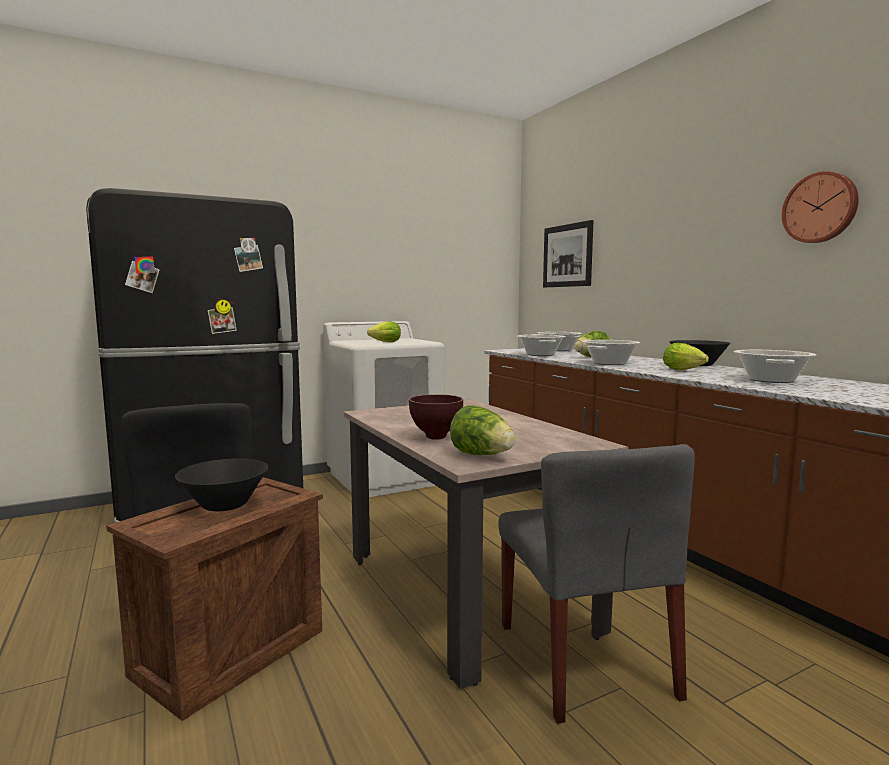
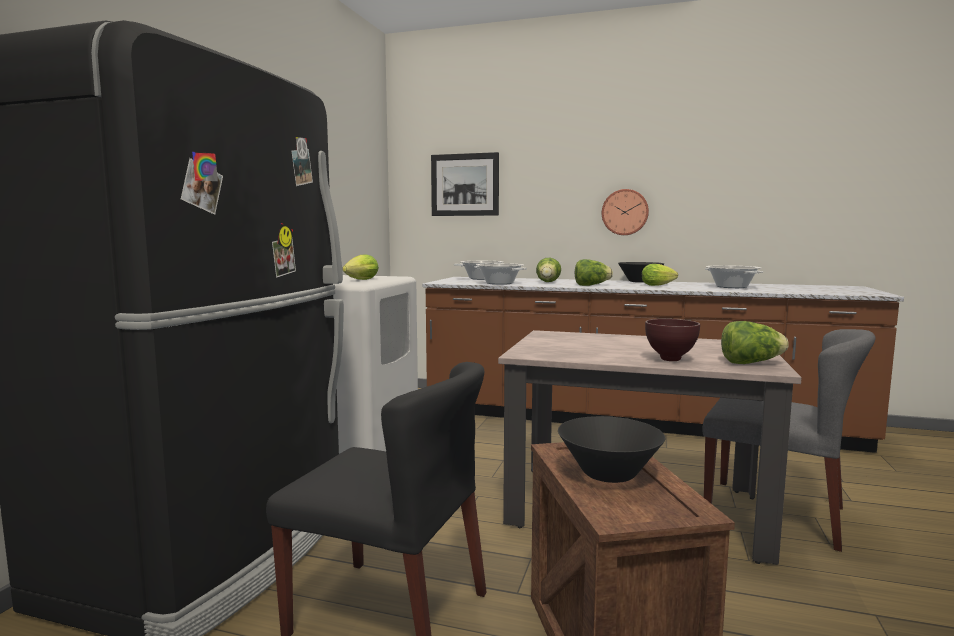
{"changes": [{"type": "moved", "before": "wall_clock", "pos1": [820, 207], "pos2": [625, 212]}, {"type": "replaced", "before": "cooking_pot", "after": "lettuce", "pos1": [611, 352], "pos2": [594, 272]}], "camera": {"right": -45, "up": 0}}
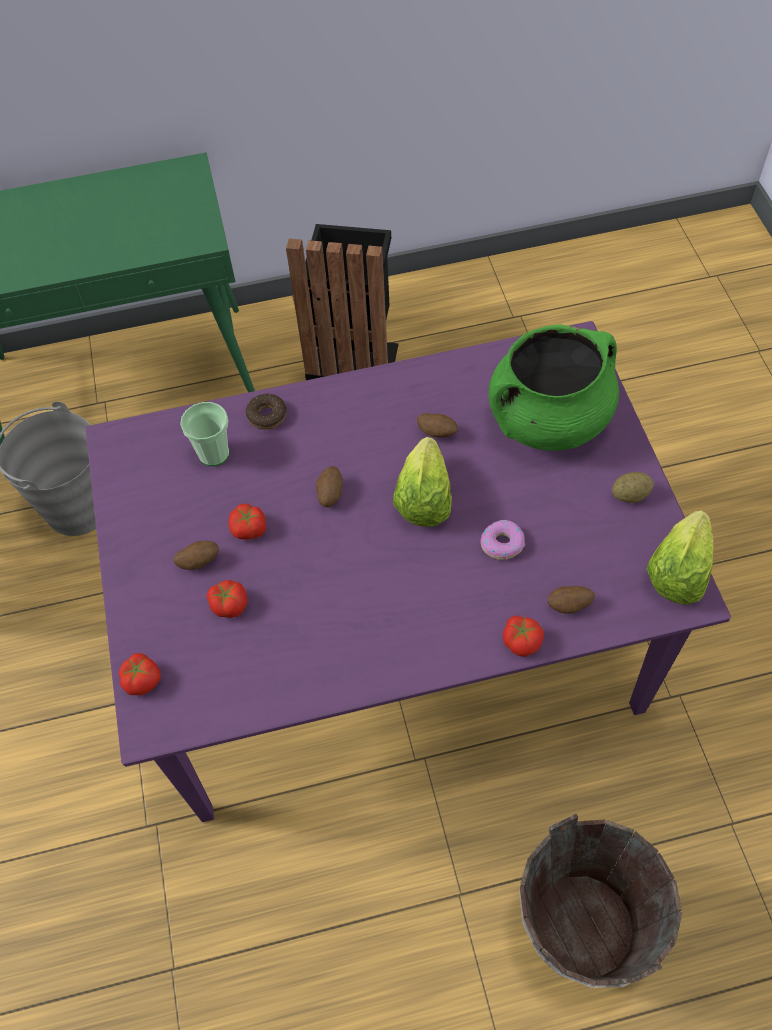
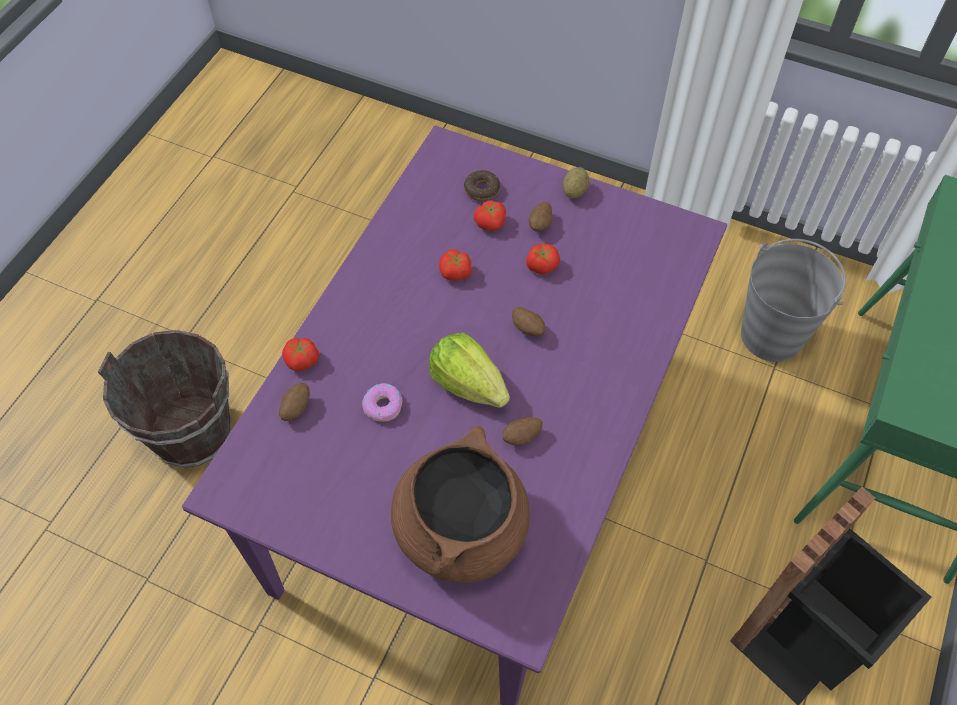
{"changes": [{"type": "removed", "before": "cup", "pos1": [204, 434]}, {"type": "removed", "before": "lettuce", "pos1": [680, 557]}, {"type": "moved", "before": "tomato", "pos1": [140, 674], "pos2": [455, 265]}, {"type": "moved", "before": "donut", "pos1": [266, 411], "pos2": [482, 185]}, {"type": "moved", "before": "potato", "pos1": [633, 487], "pos2": [576, 182]}, {"type": "recoloured", "before": "green_cooking_pot", "after": "brown_cooking_pot", "pos1": [554, 387], "pos2": [460, 504]}], "camera": {"right": 125, "up": 0}}
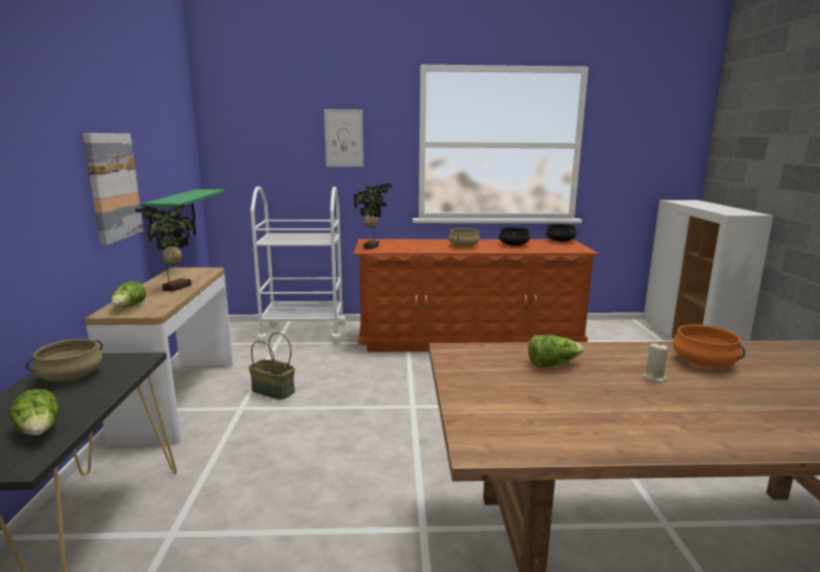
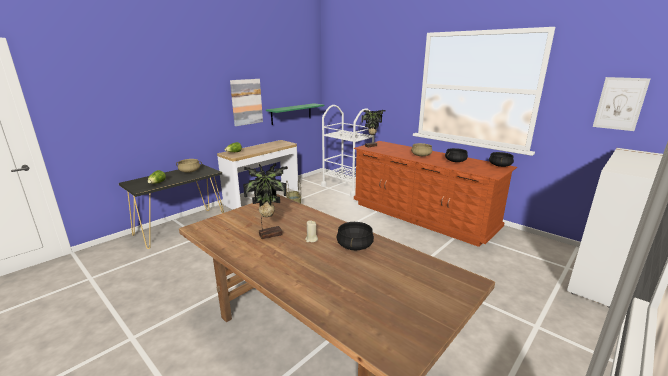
{"changes": [{"type": "removed", "before": "lettuce", "pos1": [556, 351]}, {"type": "moved", "before": "potted_plant", "pos1": [166, 248], "pos2": [265, 201]}, {"type": "moved", "before": "picture", "pos1": [344, 138], "pos2": [622, 104]}, {"type": "recoloured", "before": "orange_cooking_pot", "after": "black_cooking_pot", "pos1": [709, 346], "pos2": [355, 236]}], "camera": {"right": 45, "up": 5}}
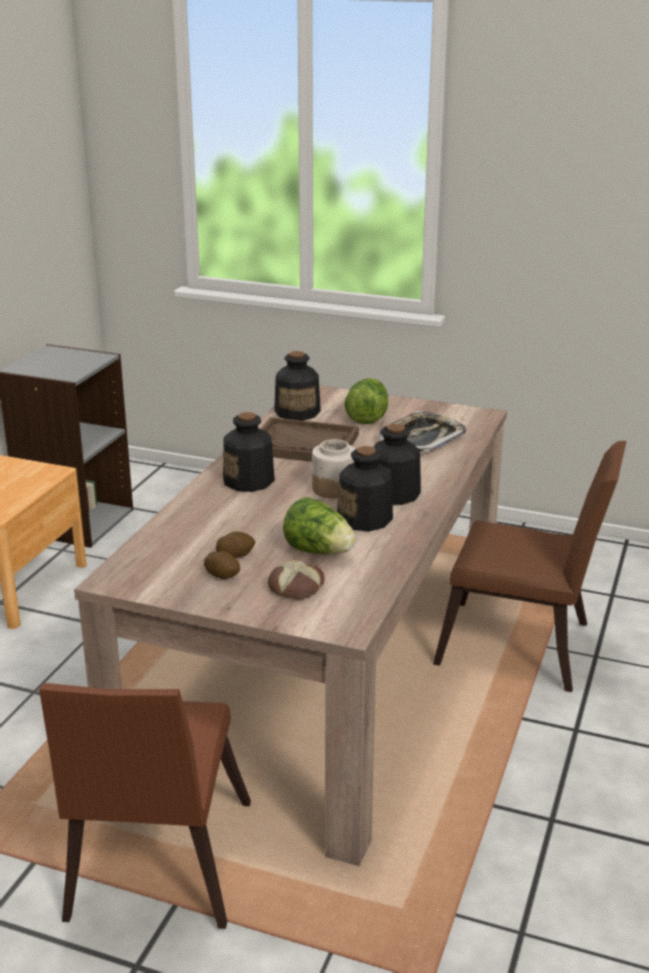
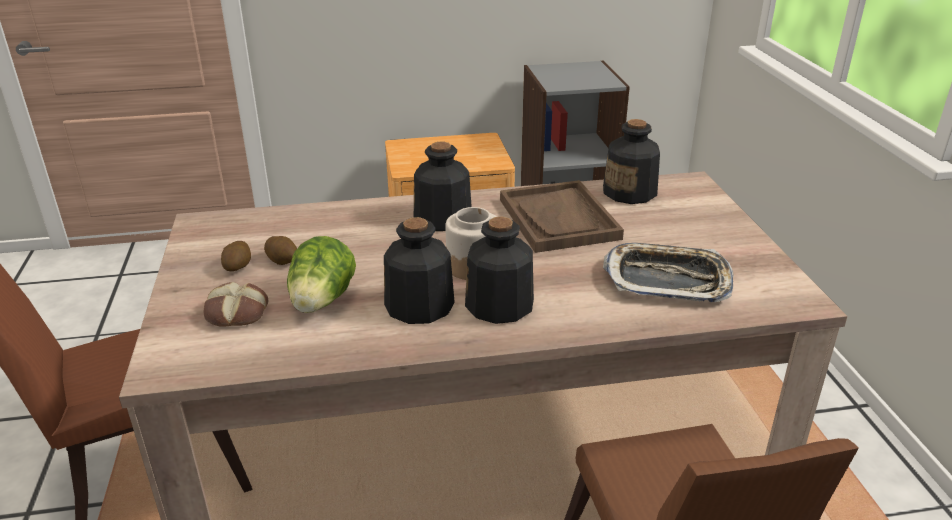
{"changes": [{"type": "removed", "before": "lettuce", "pos1": [366, 401]}], "camera": {"right": 60, "up": 5}}
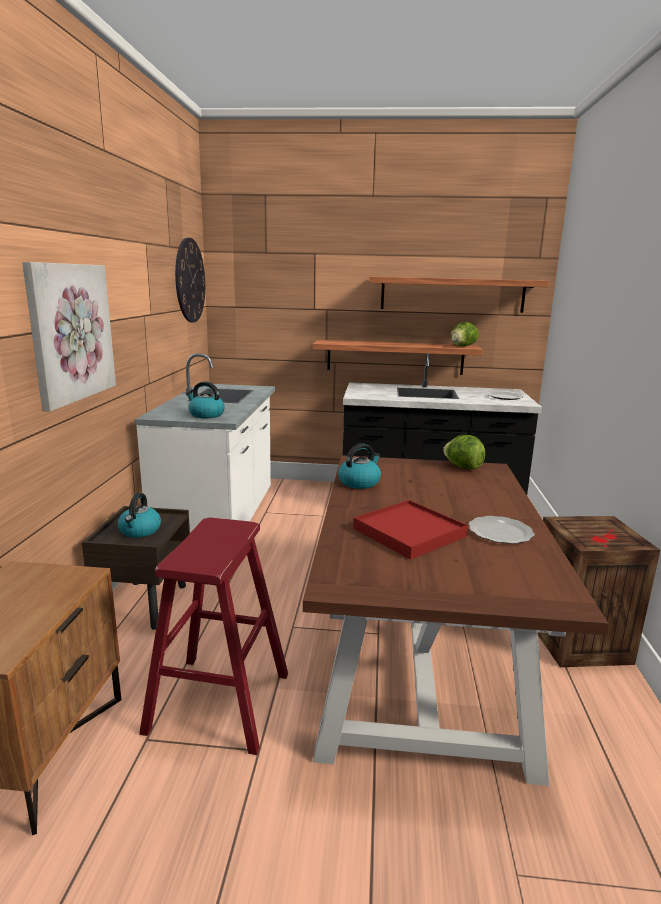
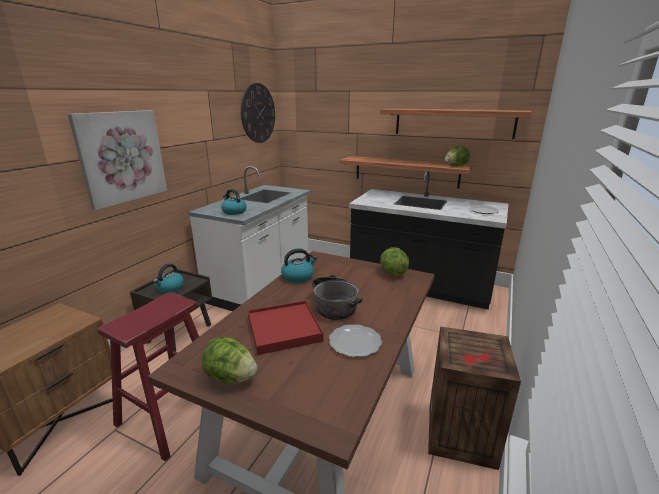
{"changes": [{"type": "added", "after": "lettuce", "pos2": [229, 360]}, {"type": "added", "after": "cooking_pot", "pos2": [337, 297]}], "camera": {"right": 20, "up": 5}}
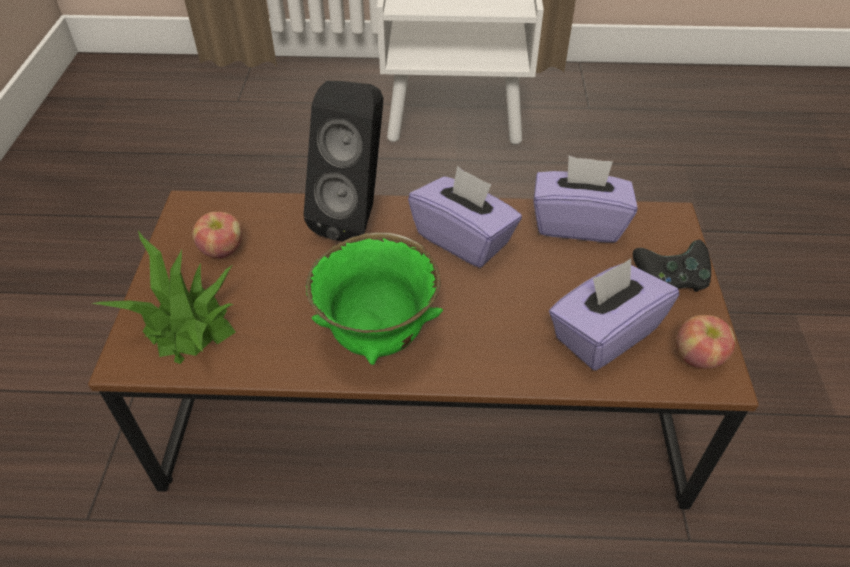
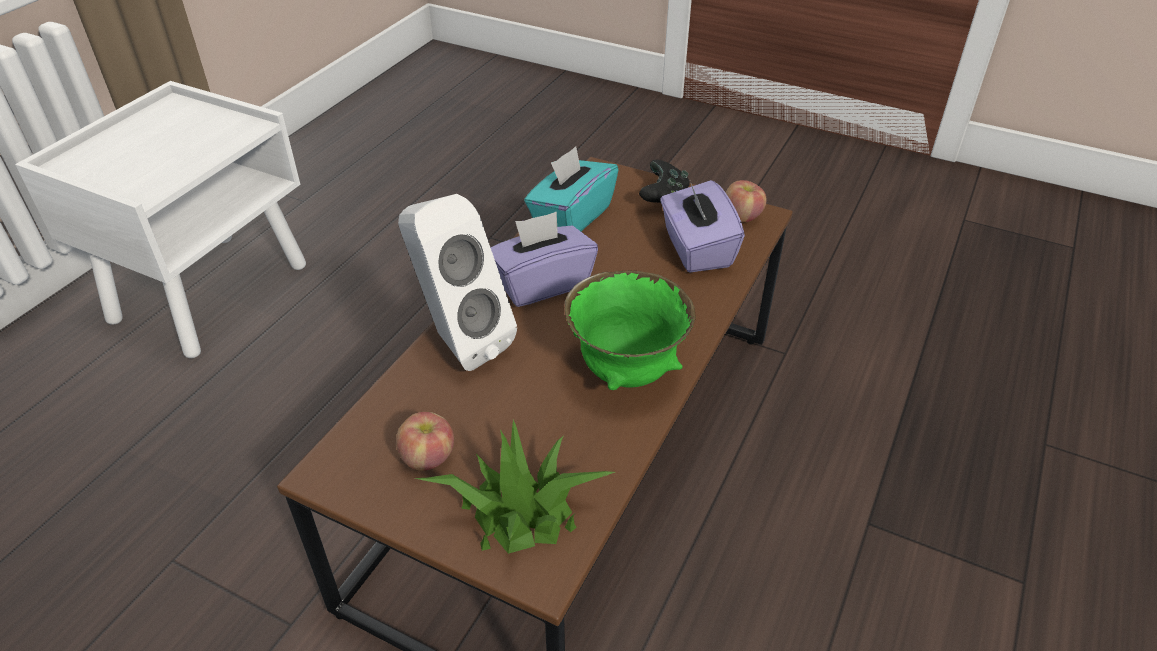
{"changes": [{"type": "recoloured", "before": "black_speaker", "after": "white_speaker", "pos1": [343, 161], "pos2": [457, 282]}, {"type": "recoloured", "before": "purple_tissue_box", "after": "turquoise_tissue_box", "pos1": [585, 199], "pos2": [571, 188]}], "camera": {"right": -65, "up": -5}}
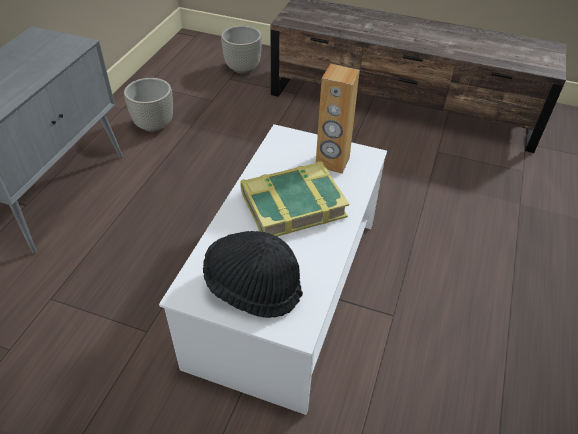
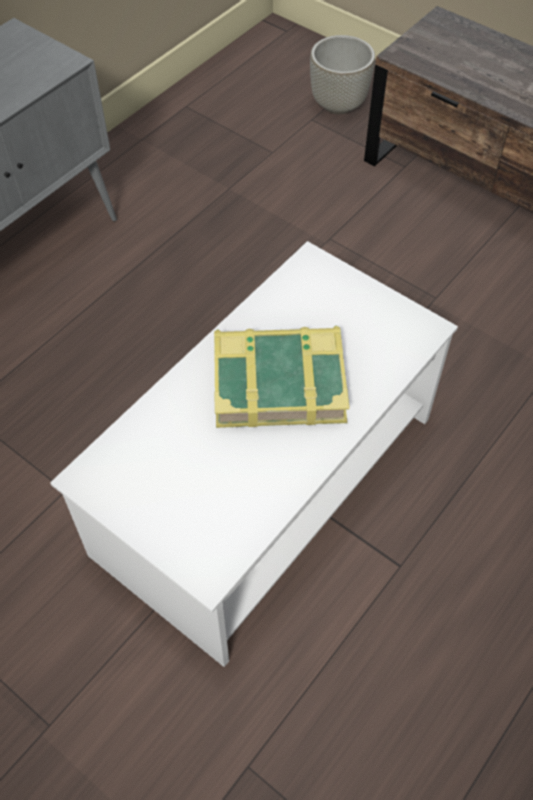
{"changes": [{"type": "removed", "before": "grey_planter", "pos1": [148, 105]}, {"type": "removed", "before": "black_hat", "pos1": [253, 274]}, {"type": "removed", "before": "brown_speaker", "pos1": [338, 119]}], "camera": {"right": 20, "up": 10}}
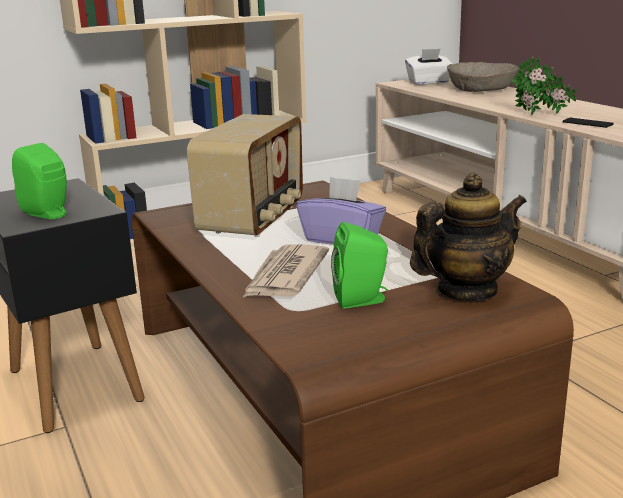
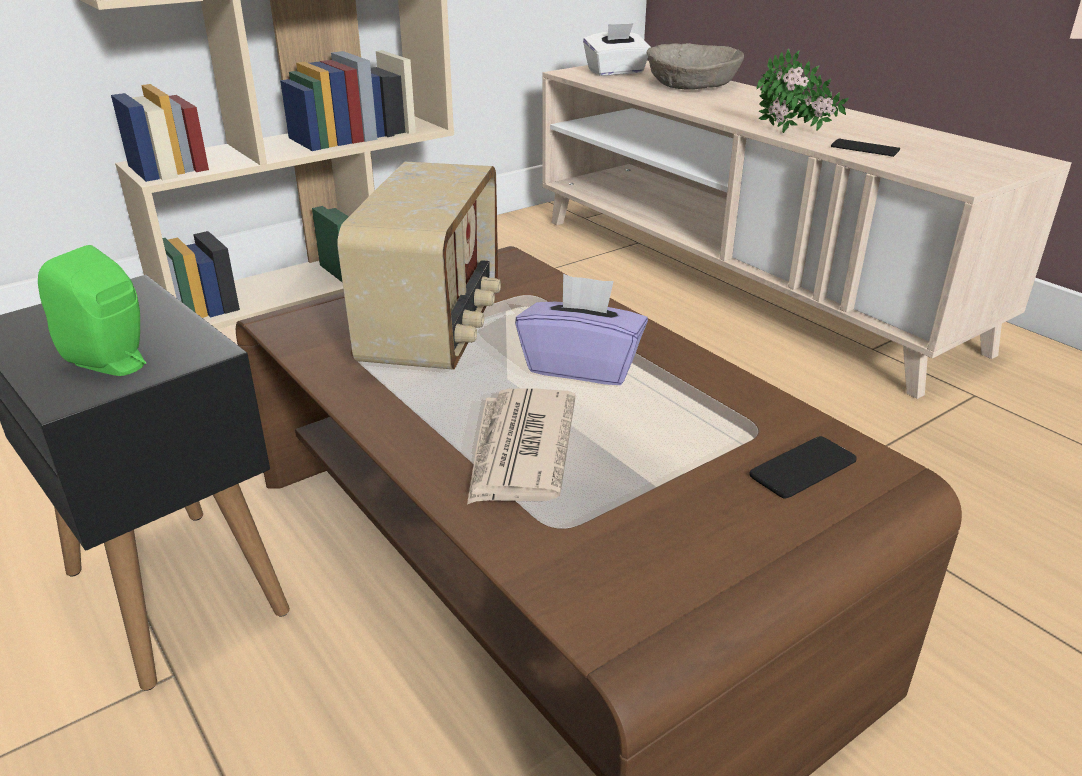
{"changes": [{"type": "removed", "before": "green_speaker", "pos1": [359, 265]}, {"type": "replaced", "before": "teapot", "after": "phone", "pos1": [468, 237], "pos2": [803, 467]}], "camera": {"right": -10, "up": 10}}
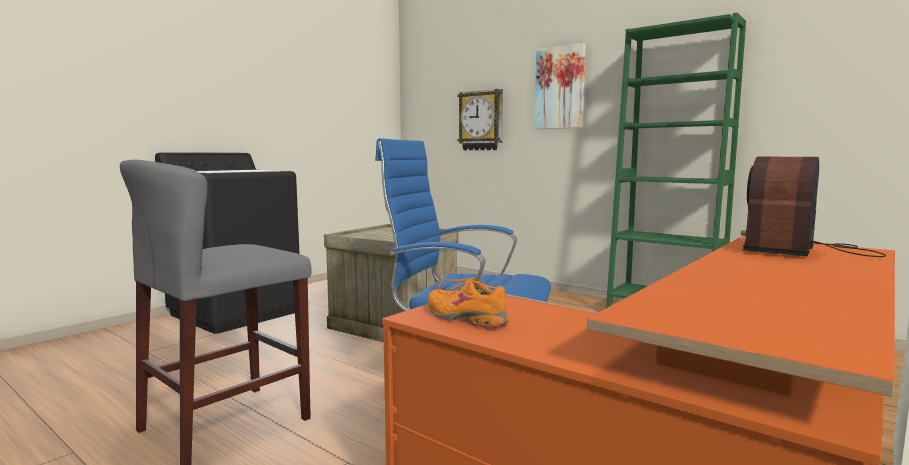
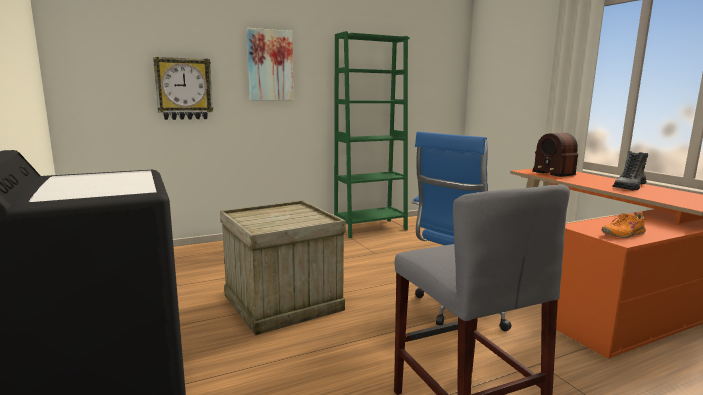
{"changes": [{"type": "added", "after": "boot", "pos2": [630, 170]}], "camera": {"right": -65, "up": 5}}
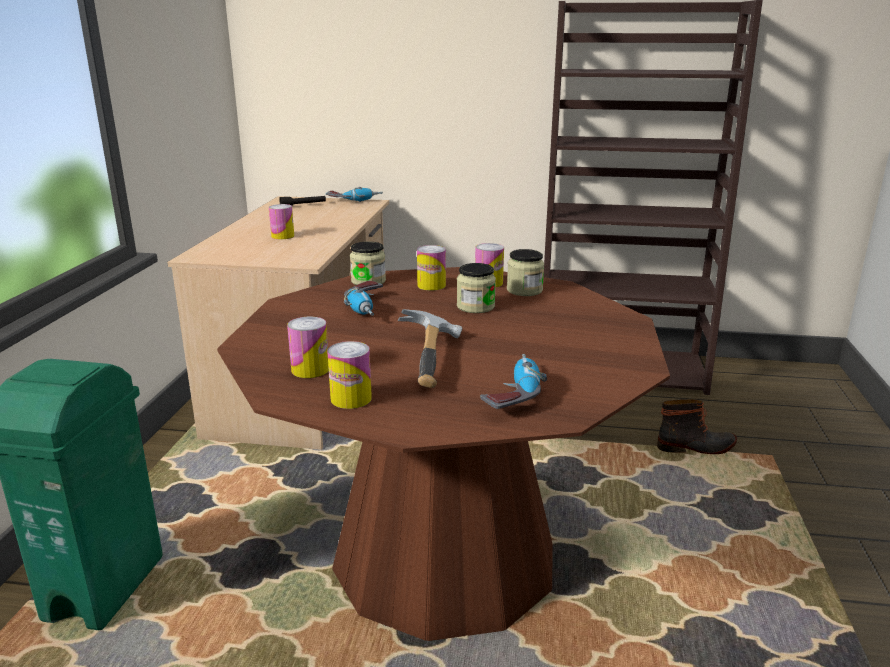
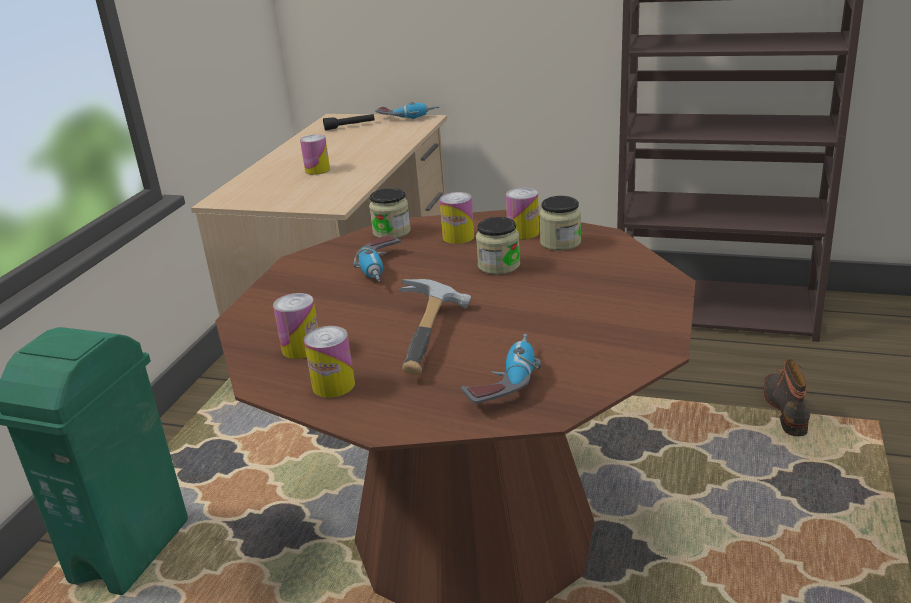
{"changes": [{"type": "turned", "before": "boot", "pos1": [697, 426], "pos2": [787, 397], "turn": -90}], "camera": {"right": 10, "up": 5}}
